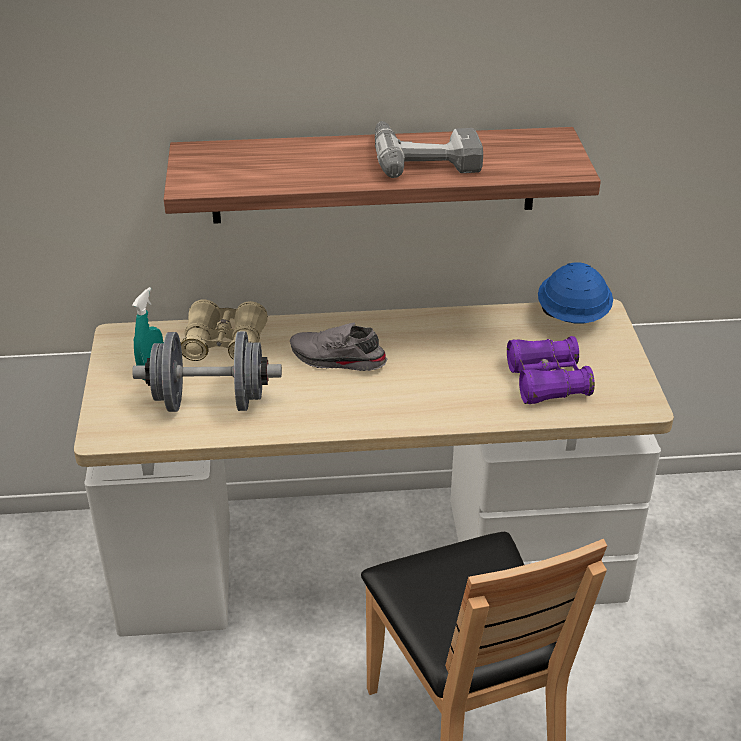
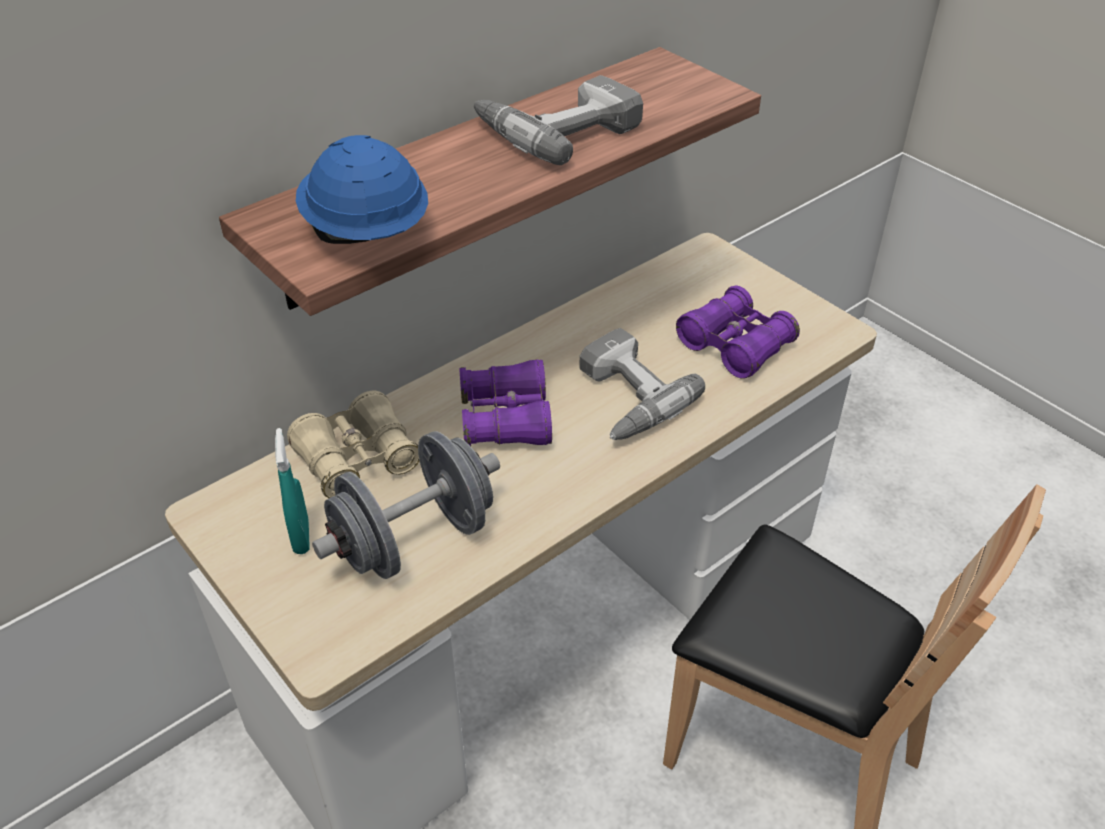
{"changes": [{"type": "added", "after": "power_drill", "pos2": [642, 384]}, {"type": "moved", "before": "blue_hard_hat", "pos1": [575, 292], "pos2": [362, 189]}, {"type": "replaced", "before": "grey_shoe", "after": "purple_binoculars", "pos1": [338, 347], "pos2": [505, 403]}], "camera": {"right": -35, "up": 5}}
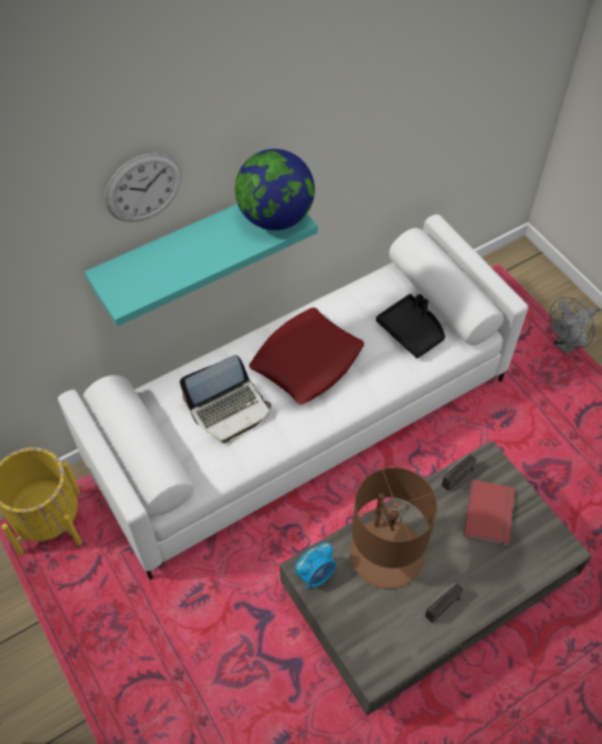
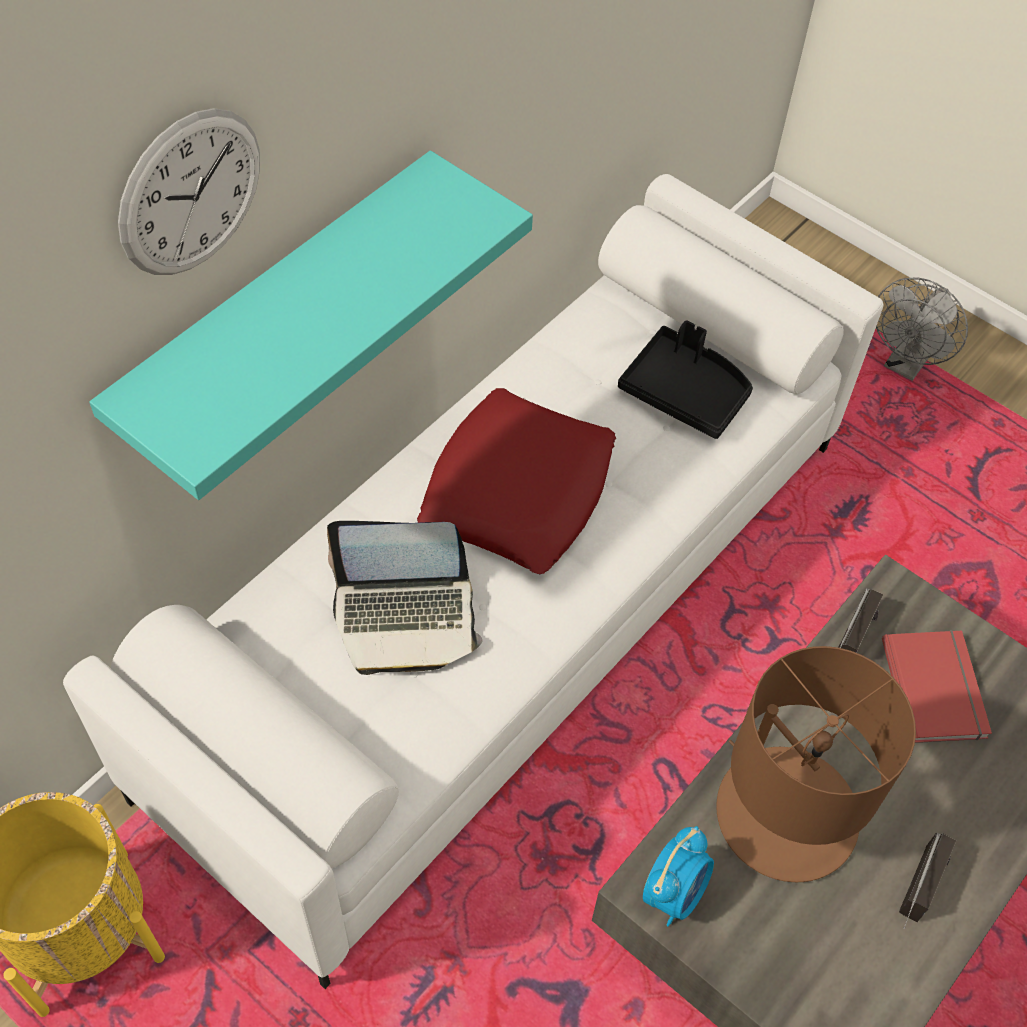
{"changes": [{"type": "removed", "before": "globe", "pos1": [275, 189]}, {"type": "turned", "before": "laptop", "pos1": [225, 399], "pos2": [405, 598], "turn": 45}], "camera": {"right": -20, "up": 0}}
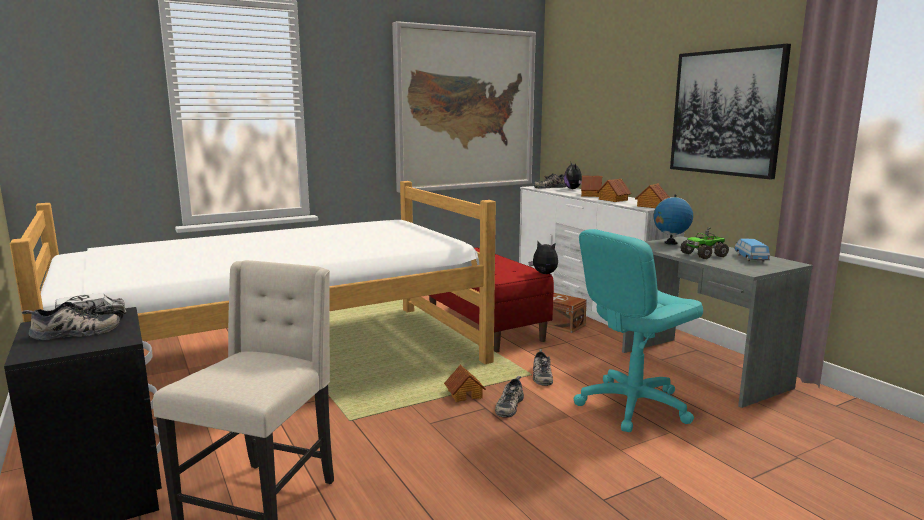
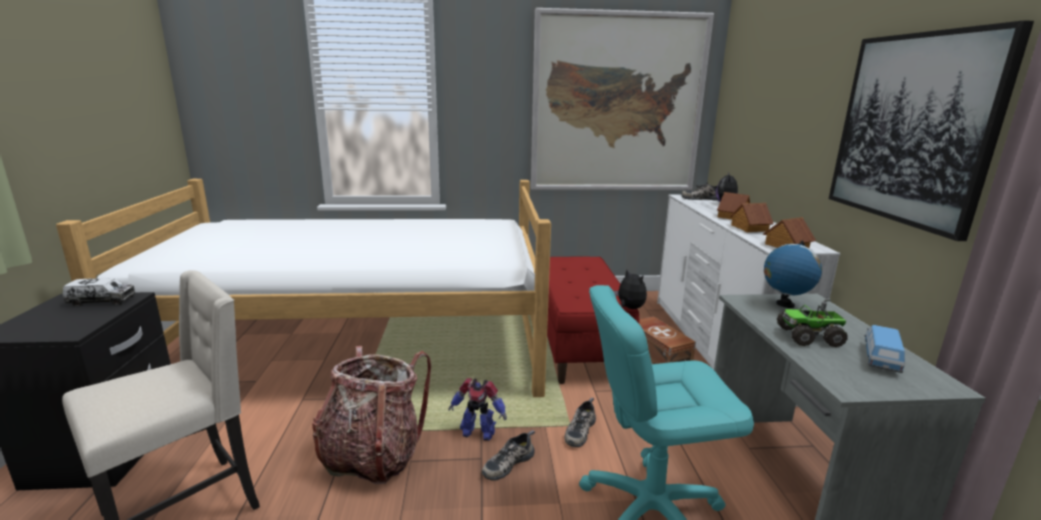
{"changes": [{"type": "removed", "before": "shoe", "pos1": [71, 321]}, {"type": "added", "after": "backpack", "pos2": [371, 415]}, {"type": "replaced", "before": "toy_house", "after": "toy_robot", "pos1": [465, 383], "pos2": [477, 409]}], "camera": {"right": 25, "up": 5}}
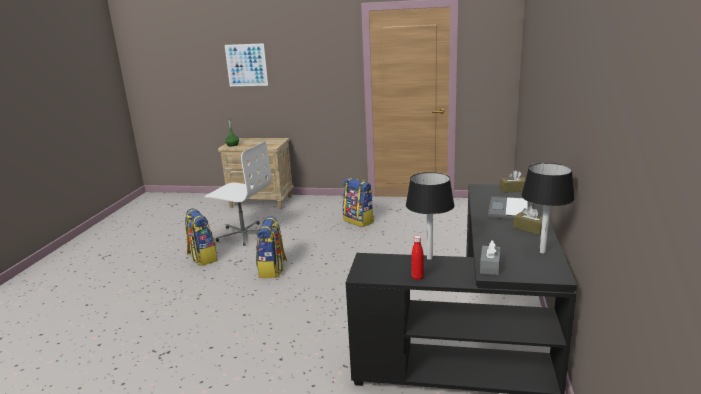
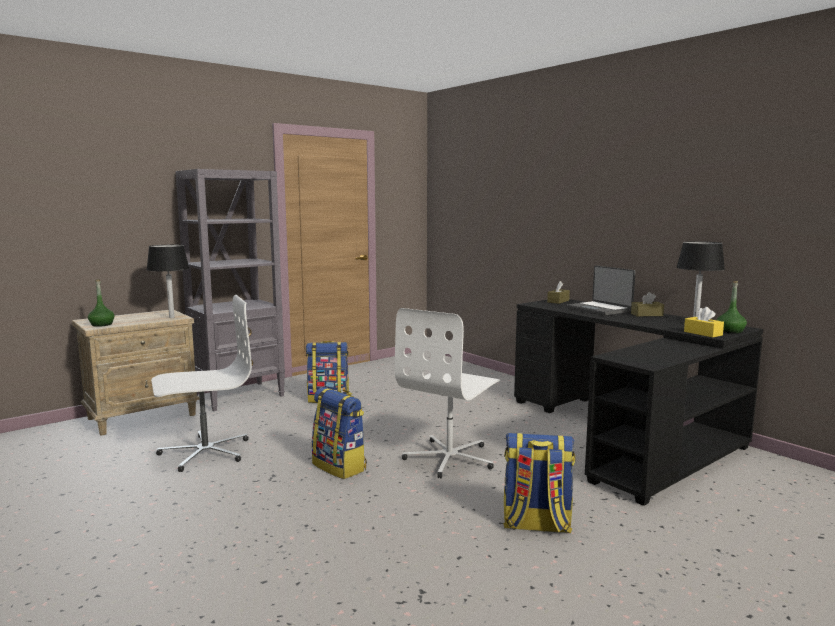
{"changes": [{"type": "removed", "before": "picture", "pos1": [246, 64]}, {"type": "removed", "before": "red_bottle", "pos1": [417, 258]}, {"type": "added", "after": "grey_bookcase", "pos2": [230, 290]}, {"type": "added", "after": "white_office_chair", "pos2": [447, 393]}, {"type": "added", "after": "green_bottle", "pos2": [732, 307]}, {"type": "moved", "before": "backpack", "pos1": [201, 237], "pos2": [539, 483]}, {"type": "moved", "before": "black_table_lamp", "pos1": [430, 216], "pos2": [168, 281]}, {"type": "recoloured", "before": "grey_tissue_box", "after": "yellow_tissue_box", "pos1": [490, 257], "pos2": [704, 322]}], "camera": {"right": -50, "up": -10}}
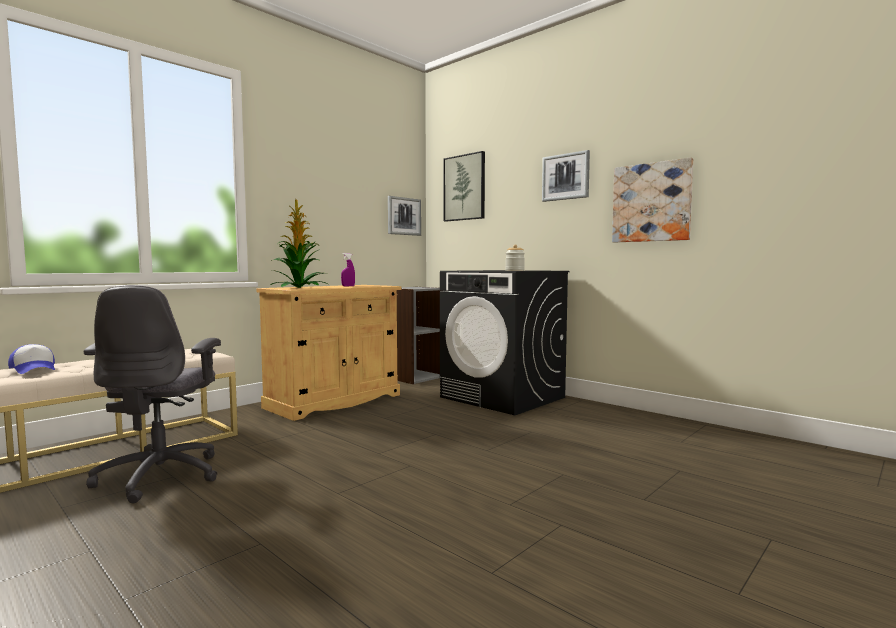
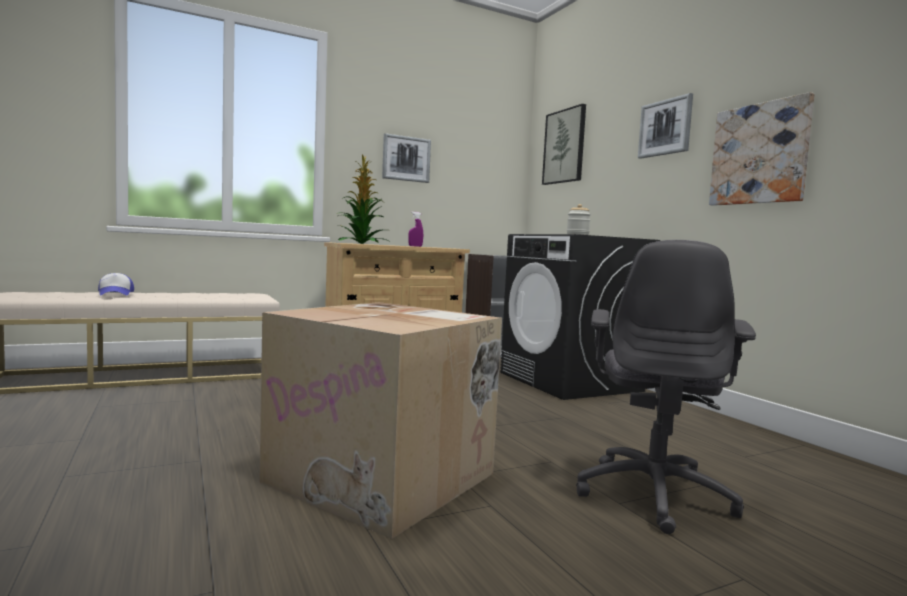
{"changes": [{"type": "added", "after": "cardboard_box", "pos2": [380, 420]}, {"type": "moved", "before": "grey_office_chair", "pos1": [152, 394], "pos2": [666, 387]}, {"type": "moved", "before": "picture", "pos1": [404, 216], "pos2": [406, 158]}], "camera": {"right": 20, "up": 0}}
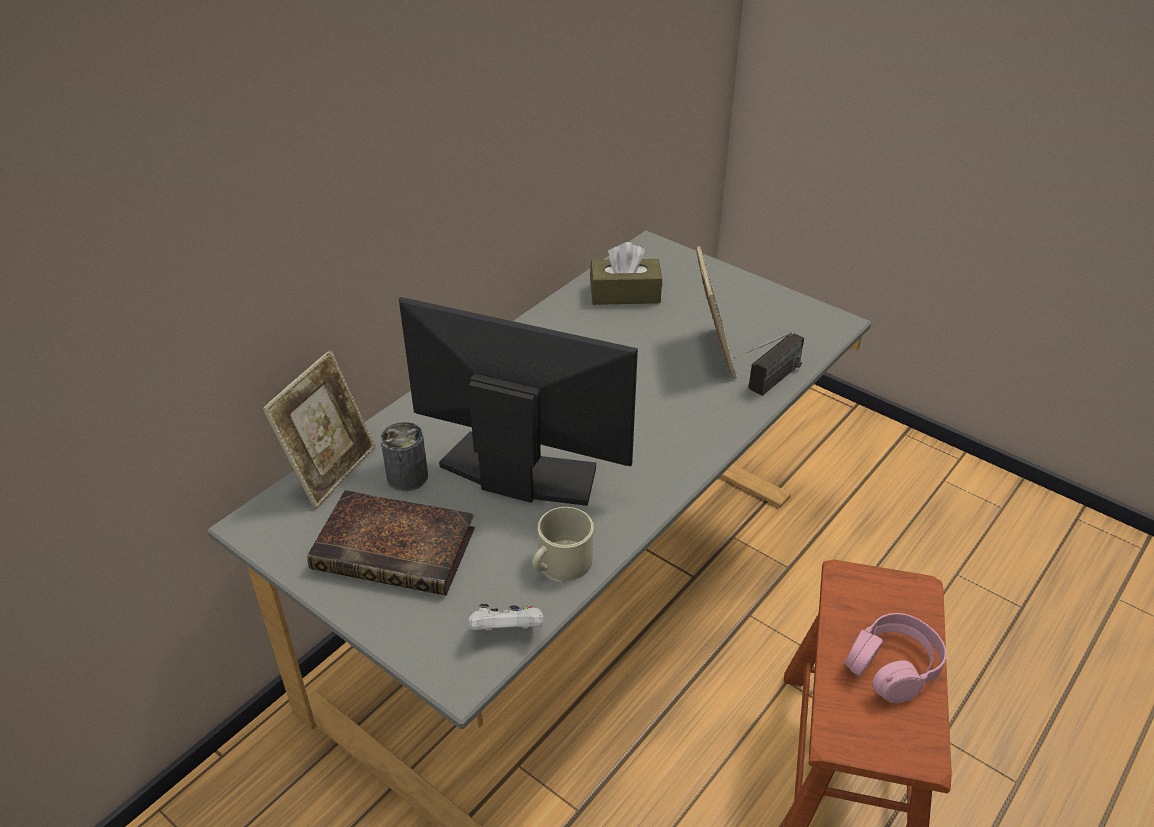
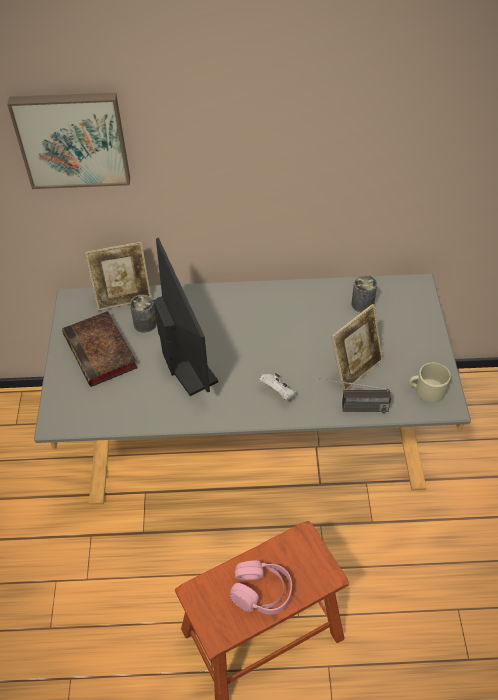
{"changes": [{"type": "added", "after": "picture", "pos2": [68, 141]}, {"type": "moved", "before": "white_game_controller", "pos1": [506, 618], "pos2": [277, 386]}, {"type": "moved", "before": "beige_mug", "pos1": [563, 544], "pos2": [430, 383]}, {"type": "replaced", "before": "brown_tissue_box", "after": "can", "pos1": [626, 273], "pos2": [364, 293]}], "camera": {"right": 50, "up": 10}}
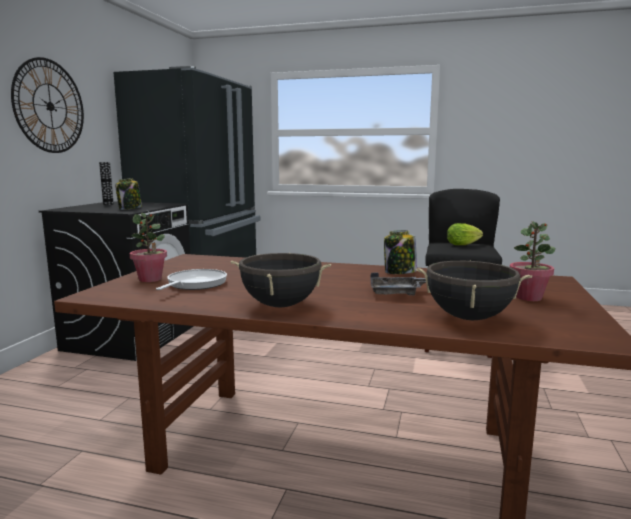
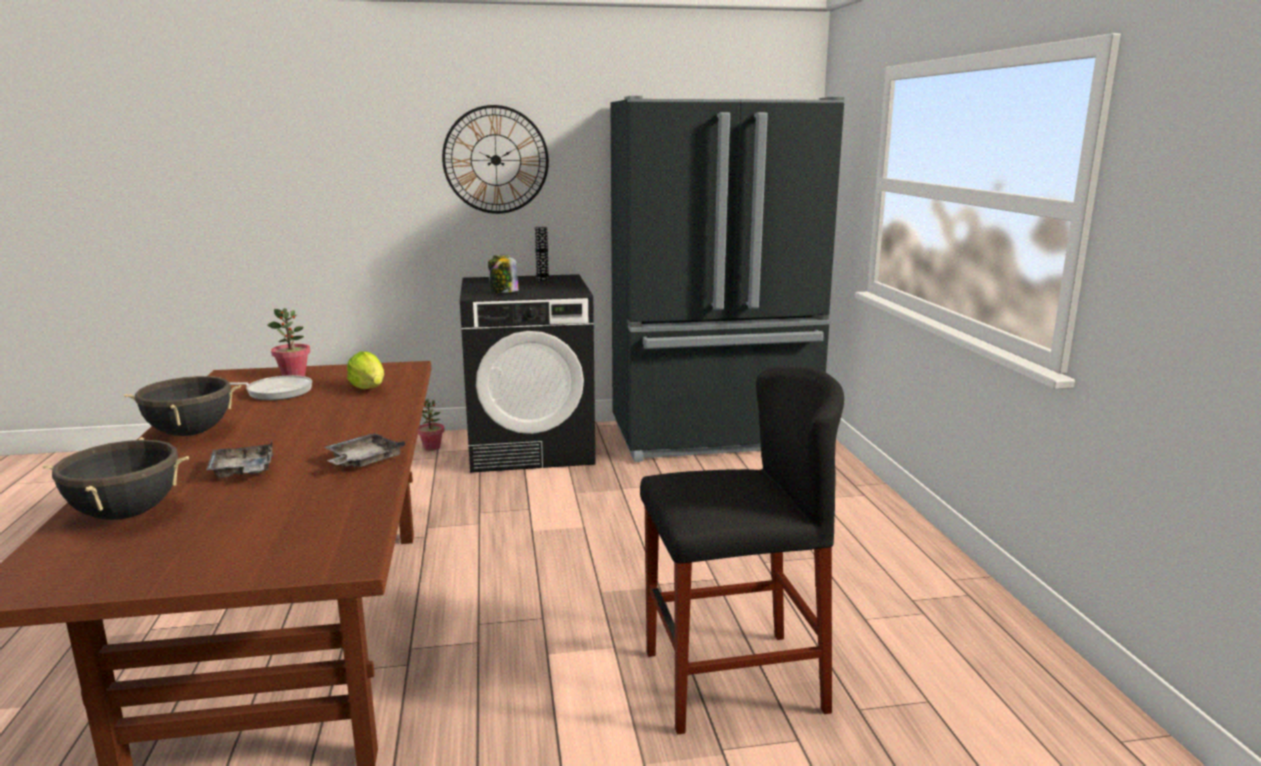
{"changes": [{"type": "moved", "before": "lettuce", "pos1": [465, 234], "pos2": [365, 370]}, {"type": "moved", "before": "potted_plant", "pos1": [532, 261], "pos2": [431, 424]}, {"type": "replaced", "before": "jar", "after": "grey_tray", "pos1": [400, 252], "pos2": [364, 450]}], "camera": {"right": 65, "up": 5}}
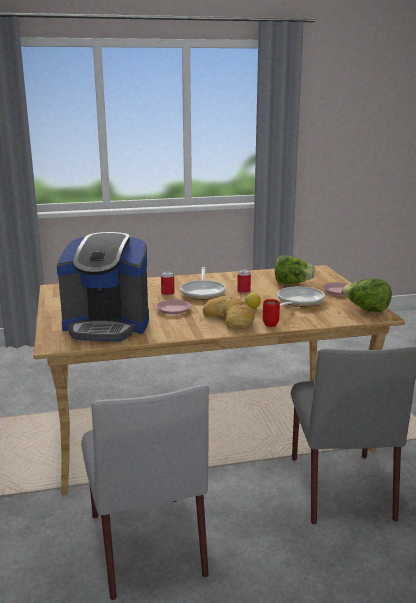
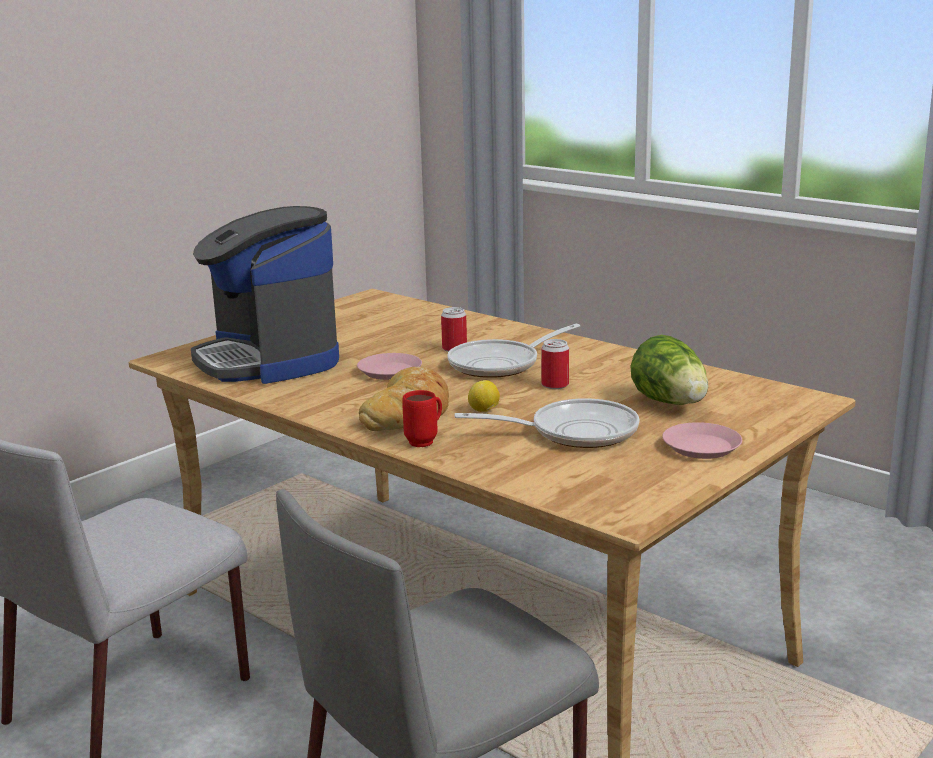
{"changes": [{"type": "removed", "before": "lettuce", "pos1": [366, 295]}], "camera": {"right": 55, "up": 0}}
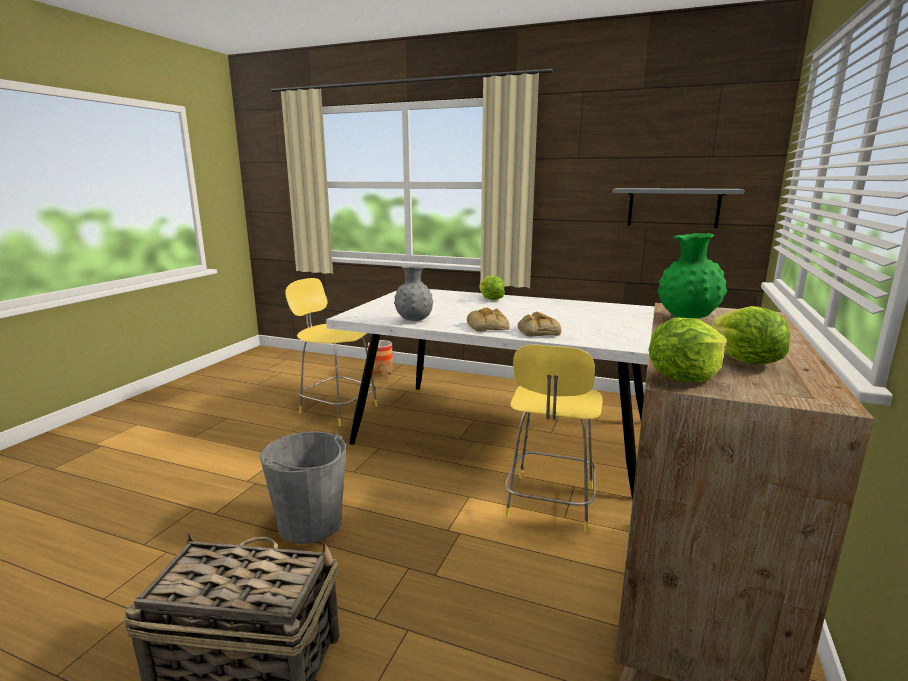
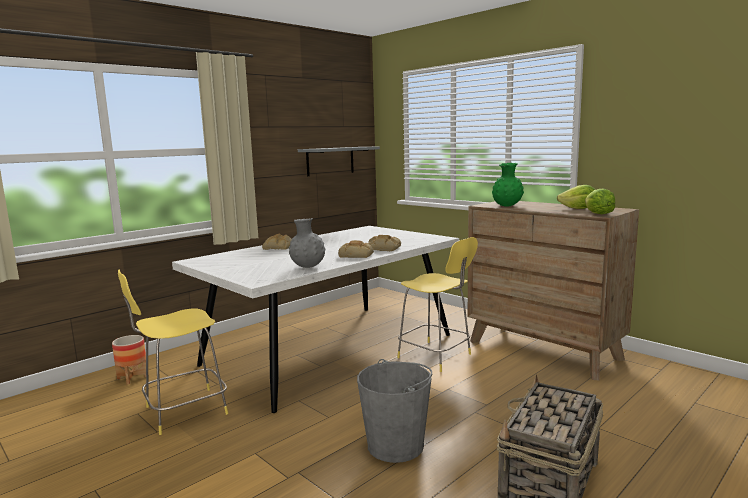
{"changes": [{"type": "replaced", "before": "lettuce", "after": "bread", "pos1": [492, 288], "pos2": [277, 242]}], "camera": {"right": -65, "up": -5}}
